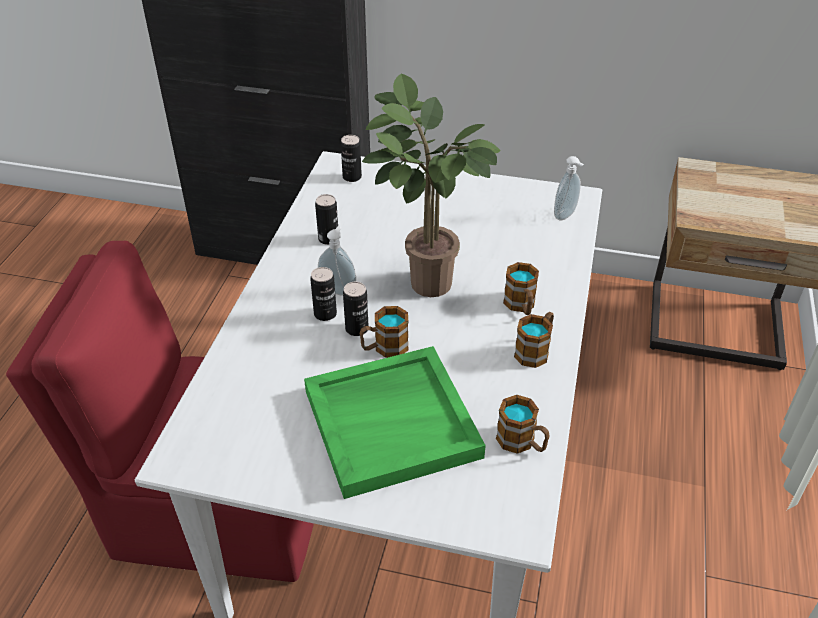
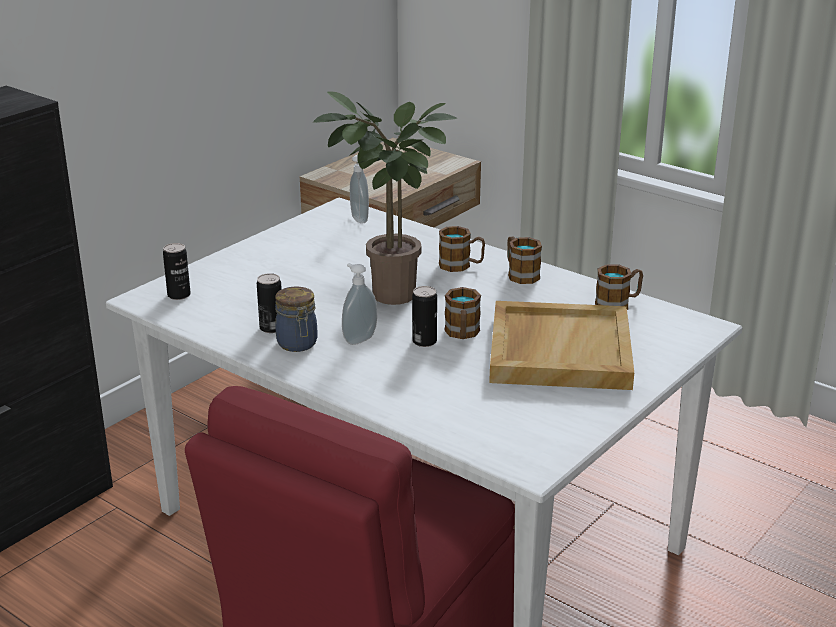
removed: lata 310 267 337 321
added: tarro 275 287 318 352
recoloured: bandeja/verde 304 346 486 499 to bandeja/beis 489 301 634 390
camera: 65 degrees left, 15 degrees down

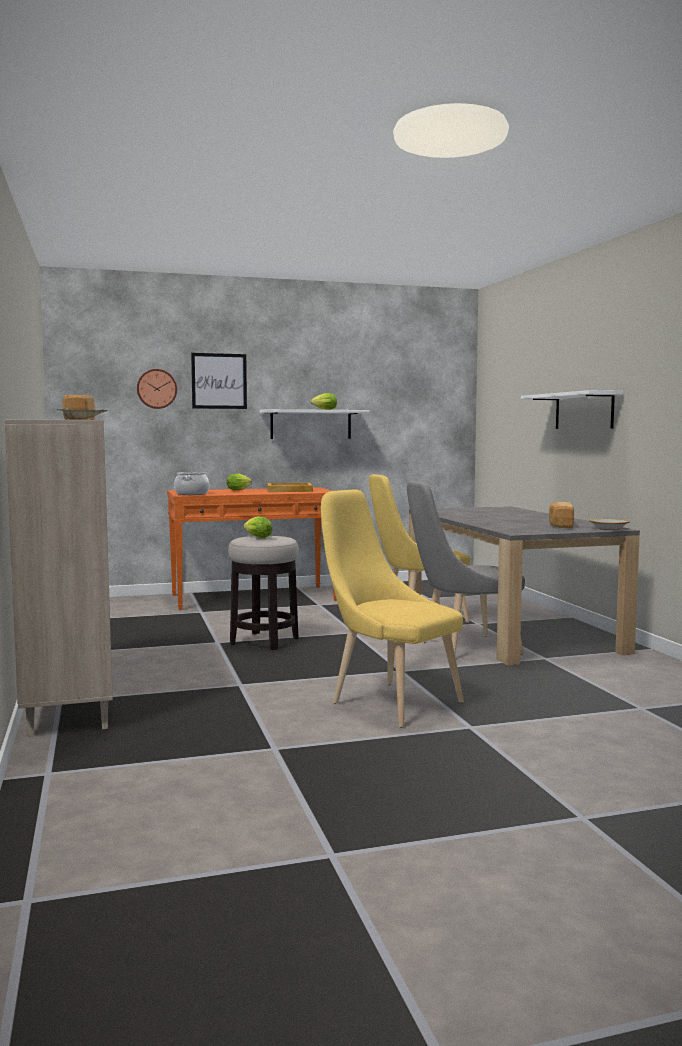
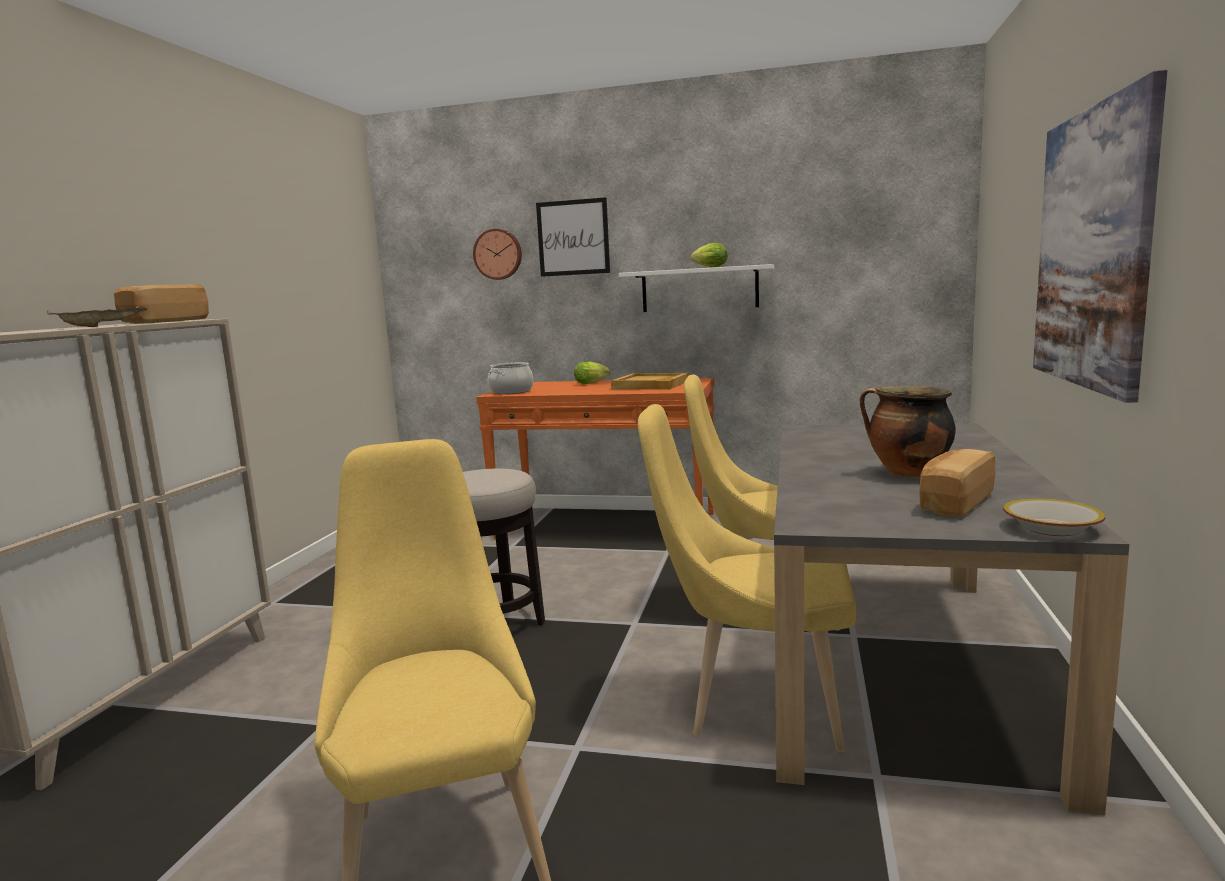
removed: lechuga 244 516 273 538
added: olla 860 386 956 477
replaced: estante/blanco 521 390 623 429 to cuadro 1033 70 1167 403
recoloured: silla/gris 407 481 525 655 to silla/amarillo 638 404 856 752
camera: 30 degrees right, 5 degrees up

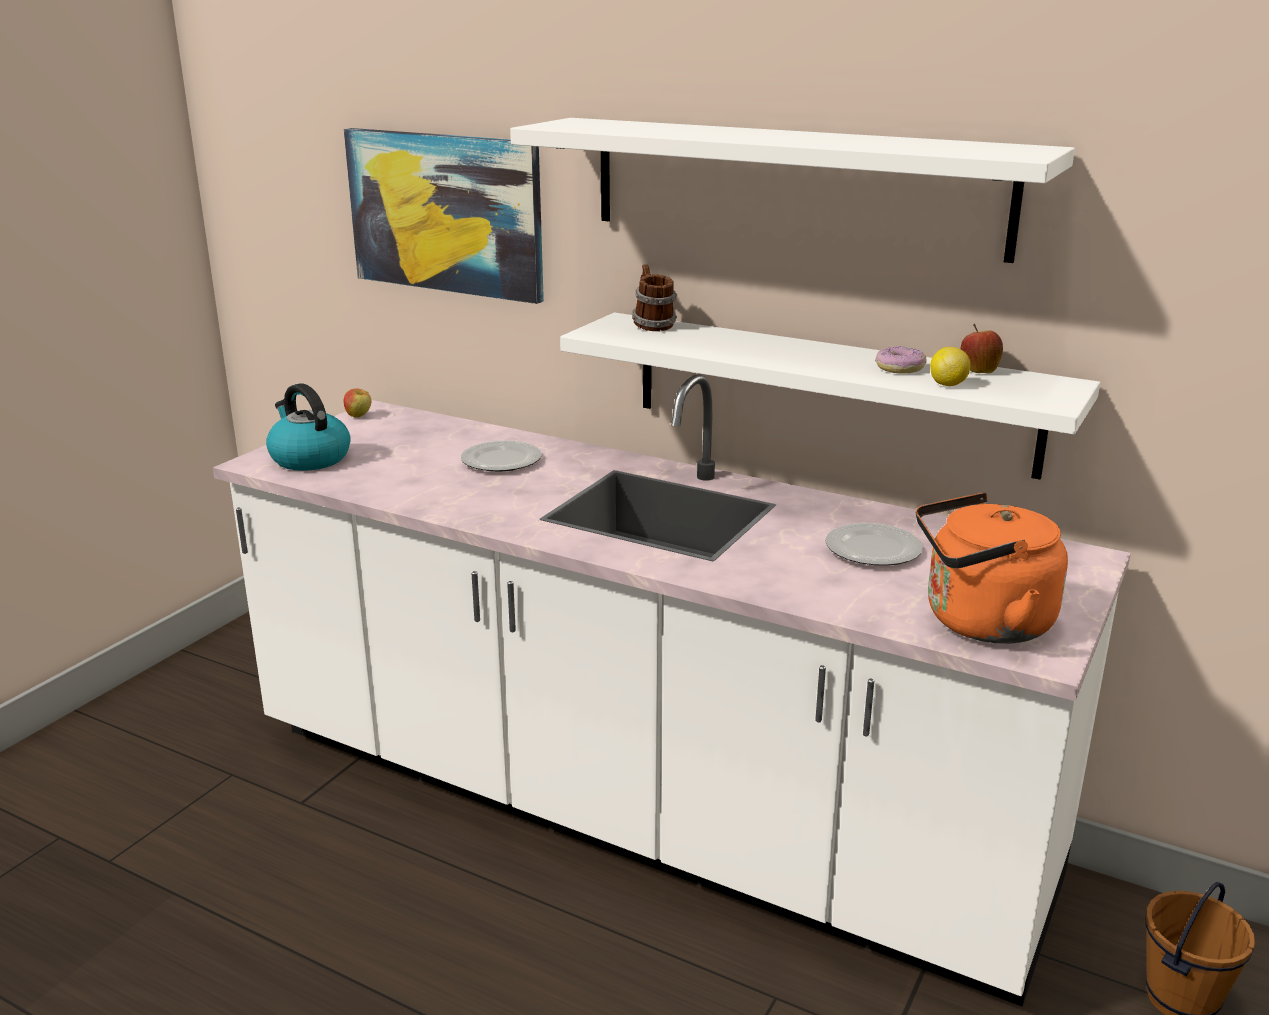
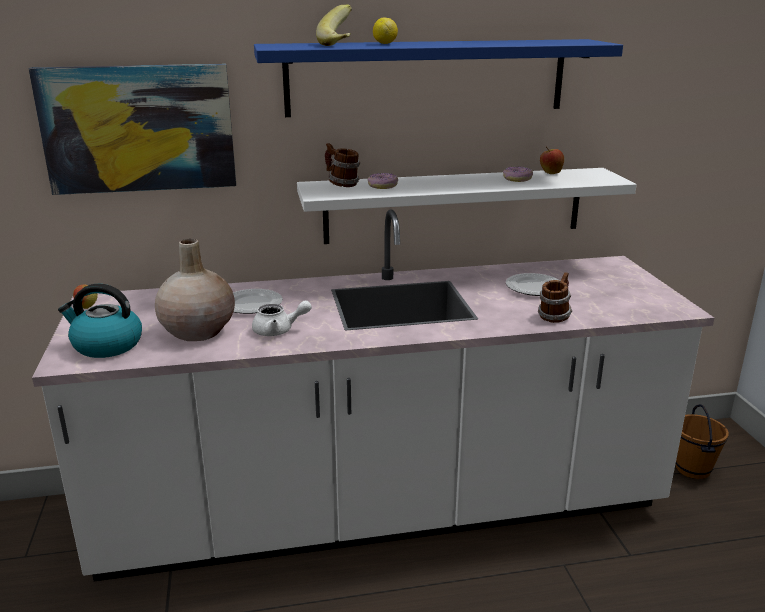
removed: hervidor/naranja 916 492 1068 644
added: florero/beis 155 239 235 341; tetera/blanco 252 300 312 336; plátano 316 4 352 46; rosquilla 367 173 398 189; taza grande 538 272 572 323
moved: limón 930 347 971 386 to 373 18 398 44
recoloured: estante/blanco 510 118 1075 263 to estante/azul 254 39 623 117
camera: 40 degrees left, 0 degrees up

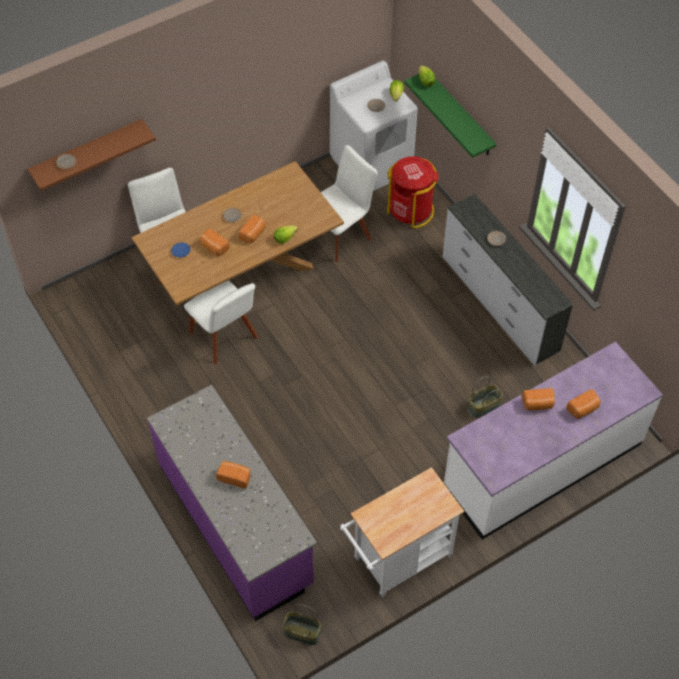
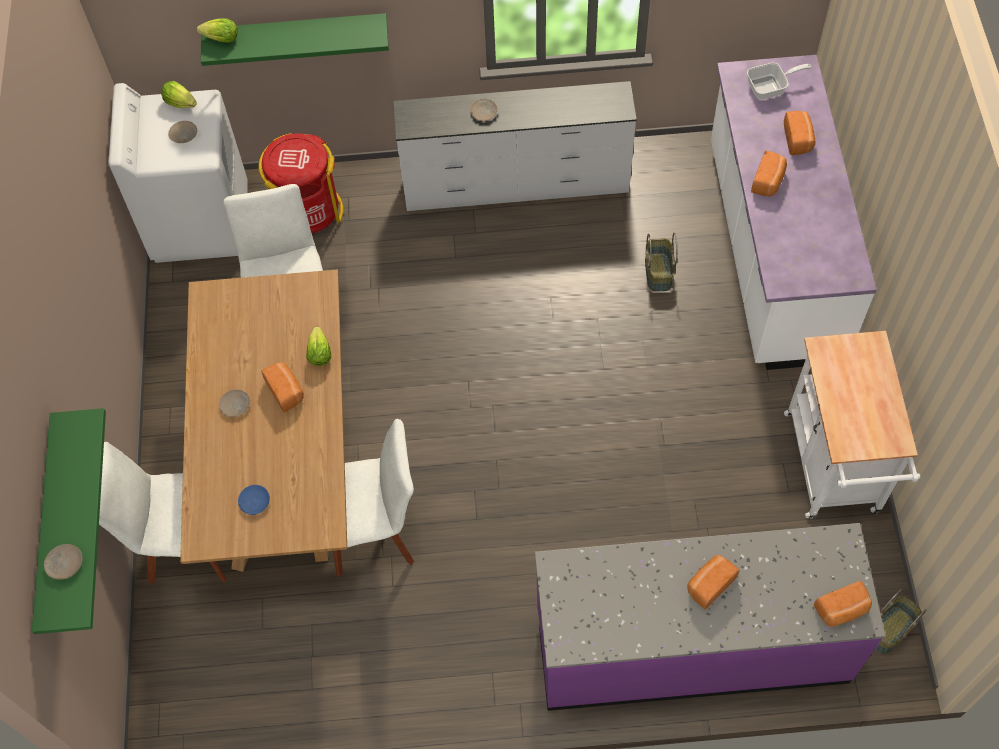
added: sartén 747 63 811 100
moved: pan 200 228 230 256 to 814 581 872 627
recoloured: estante/marrón 28 119 156 191 to estante/verde 32 408 106 634
camera: 60 degrees left, 5 degrees up

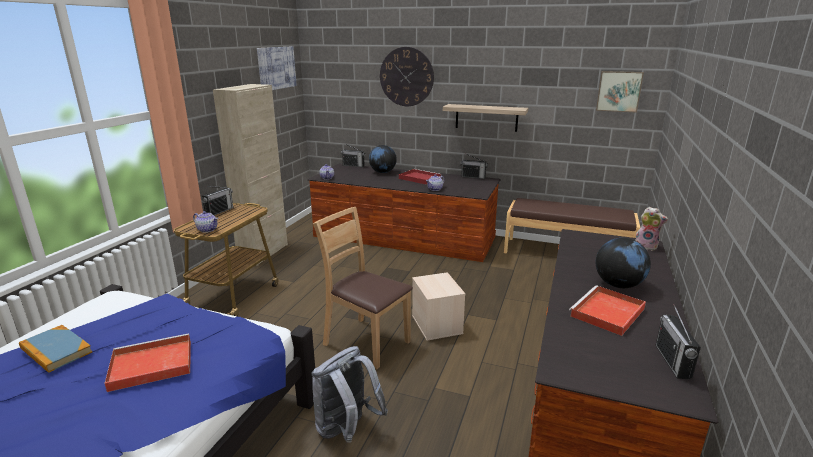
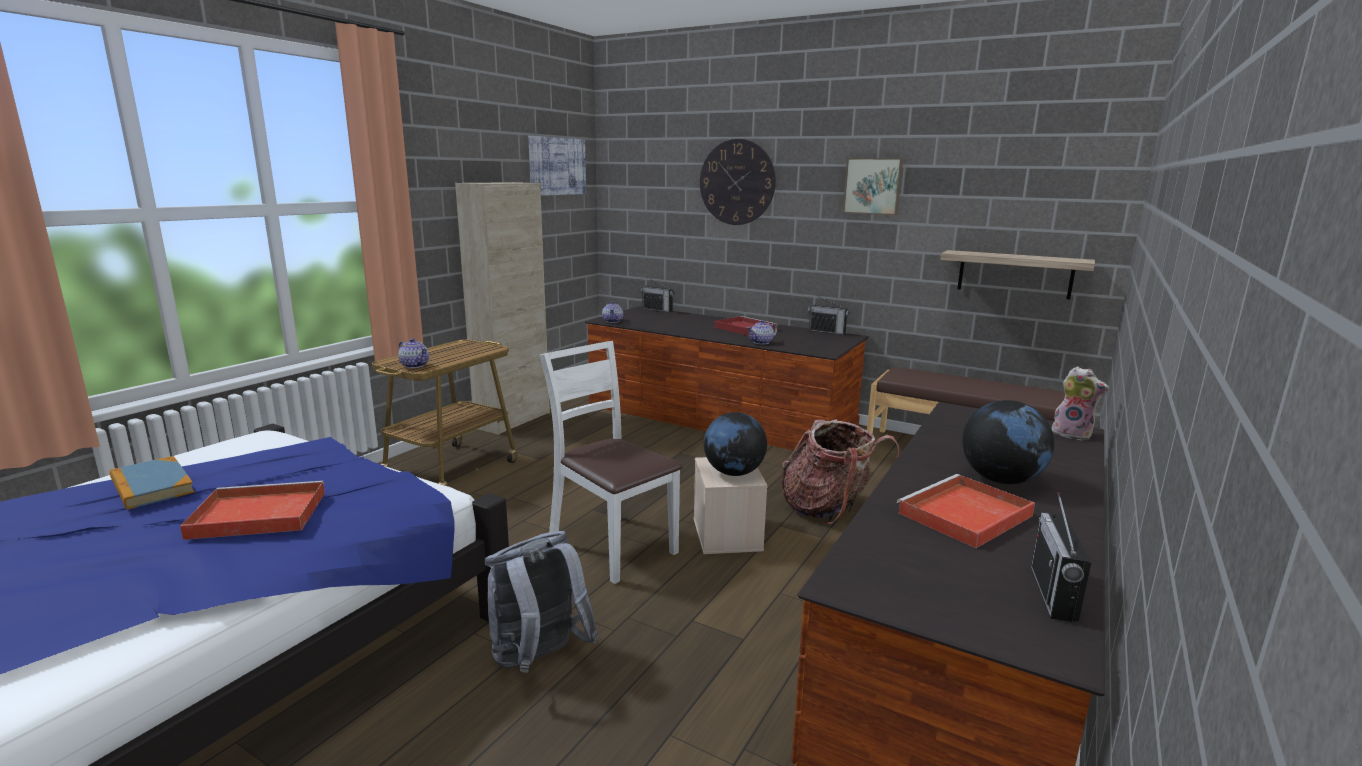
removed: radio 202 186 233 216
added: mochila 781 419 900 525
moved: globo terráqueo 369 145 397 173 to 704 412 767 476; estante 443 104 528 132 to 940 250 1095 299; cuadro 596 71 644 113 to 843 158 903 215
recoloured: silla/marrón 313 207 413 369 to silla/blanco 540 341 683 584
camera: 10 degrees right, 5 degrees down

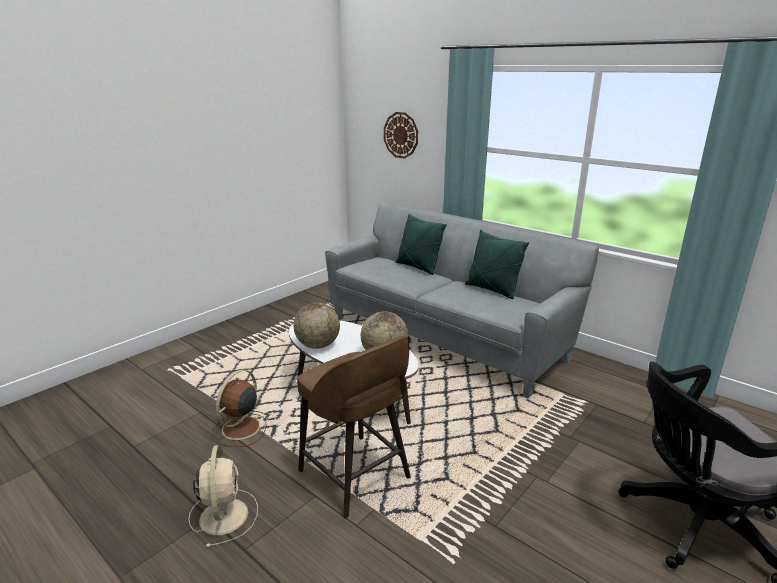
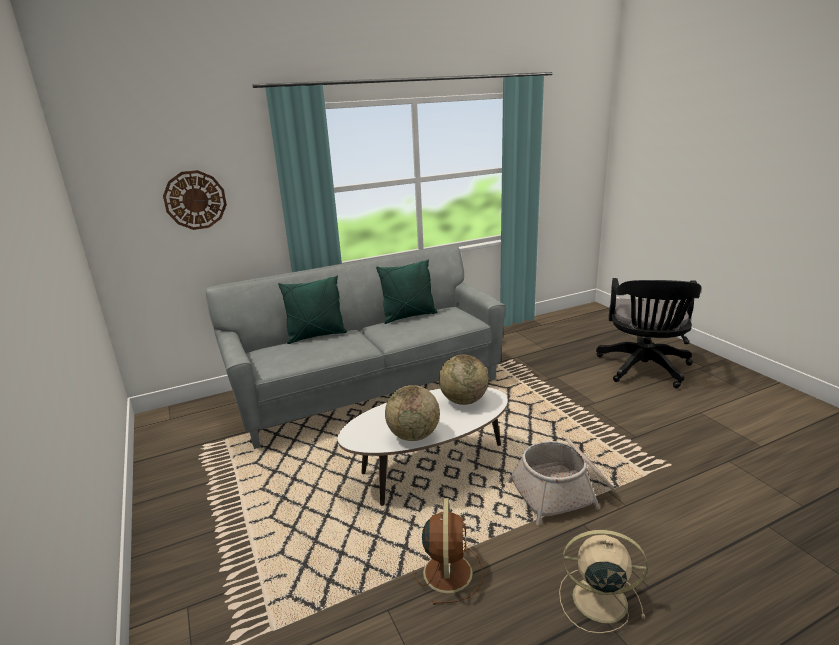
replaced: taburete/marrón 297 335 411 518 to cesta 507 439 615 525
turned: ventilador/marrón 211 370 267 447 = 413 498 482 605 135 degrees counterclockwise
camera: 65 degrees left, 0 degrees up

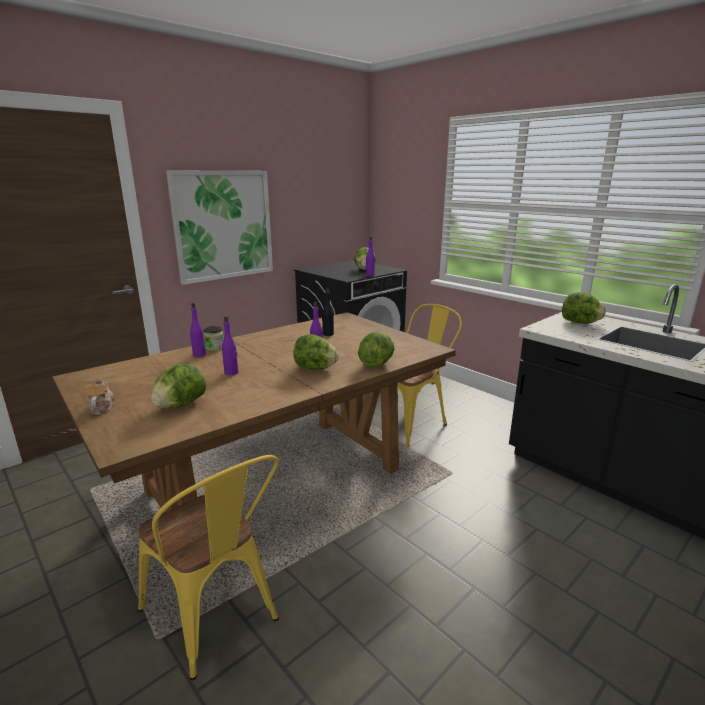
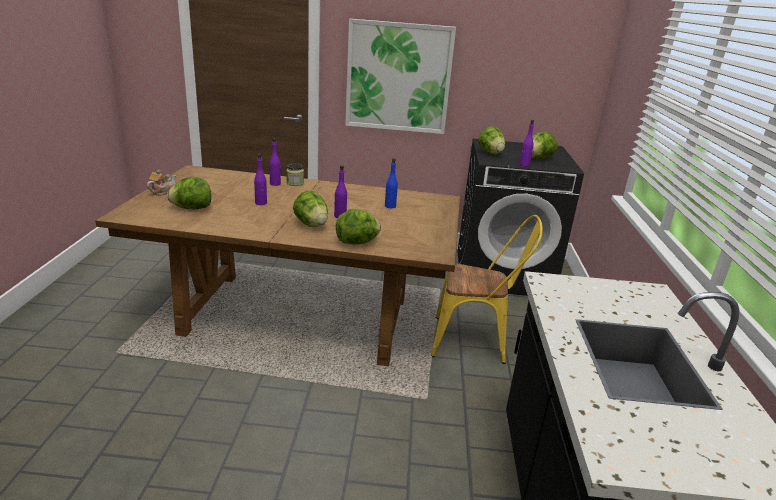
removed: silla/amarillo 138 455 279 680
moved: lechuga 562 292 606 324 to 478 126 505 155
recoloured: botella/negro 322 288 334 336 to botella/azul 385 158 398 208
camera: 45 degrees right, 5 degrees up

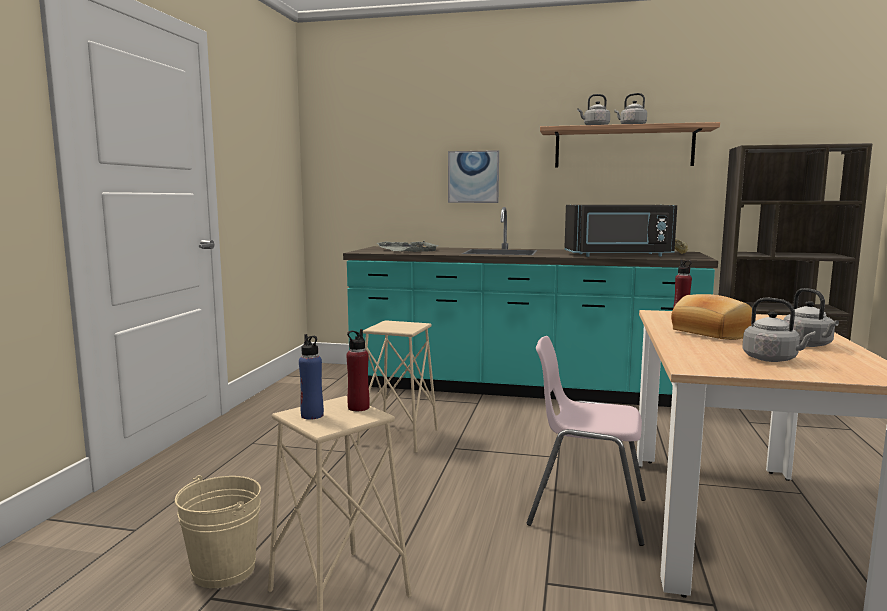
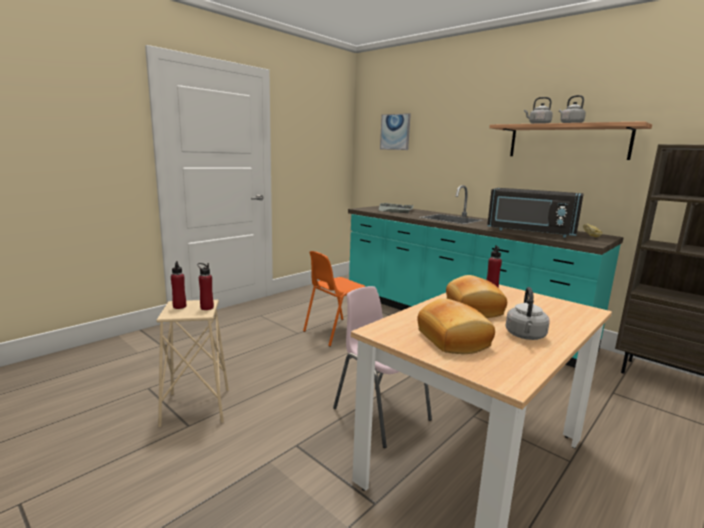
removed: cubo/beis 175 475 261 588
moved: cuadro 448 150 499 203 to 380 113 411 150
replaced: taburete/beis 356 320 438 453 to silla/naranja 303 251 366 347; hervidor/gris 742 298 816 362 to pan 417 298 495 354
recoloured: botella/azul 299 334 324 420 to botella/rojo 171 261 186 309
camera: 30 degrees right, 5 degrees up

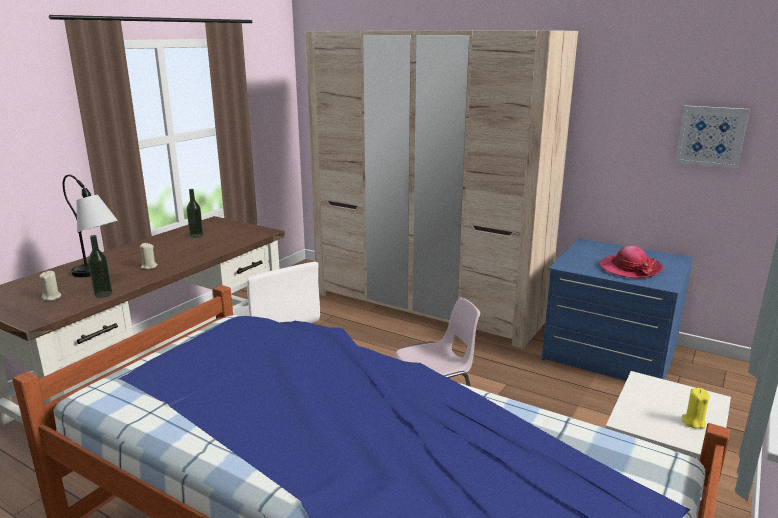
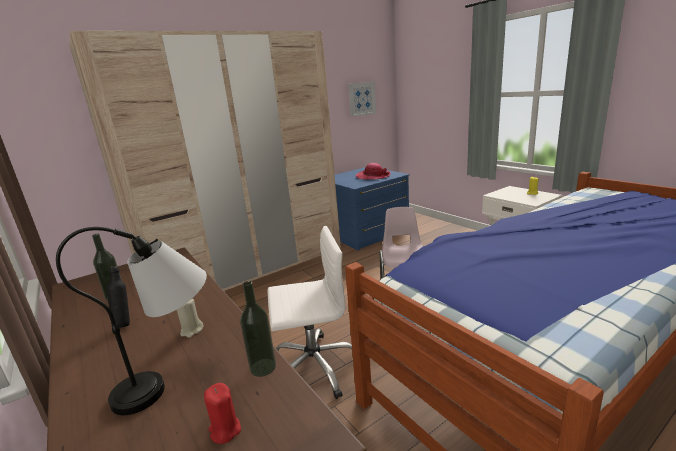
added: botella/negro 107 266 130 328
recoloured: vela/beis 39 271 61 301 to vela/rojo 204 383 241 444
camera: 65 degrees left, 0 degrees up

